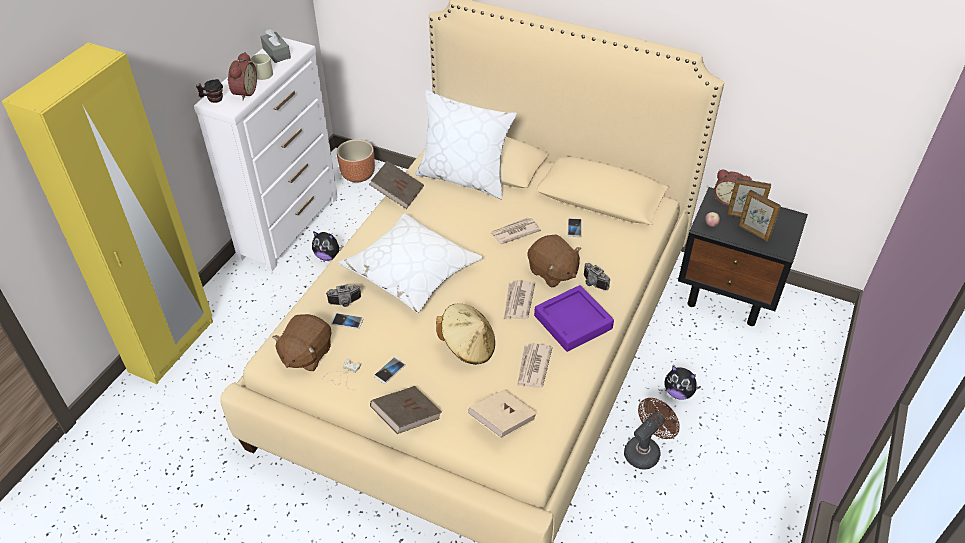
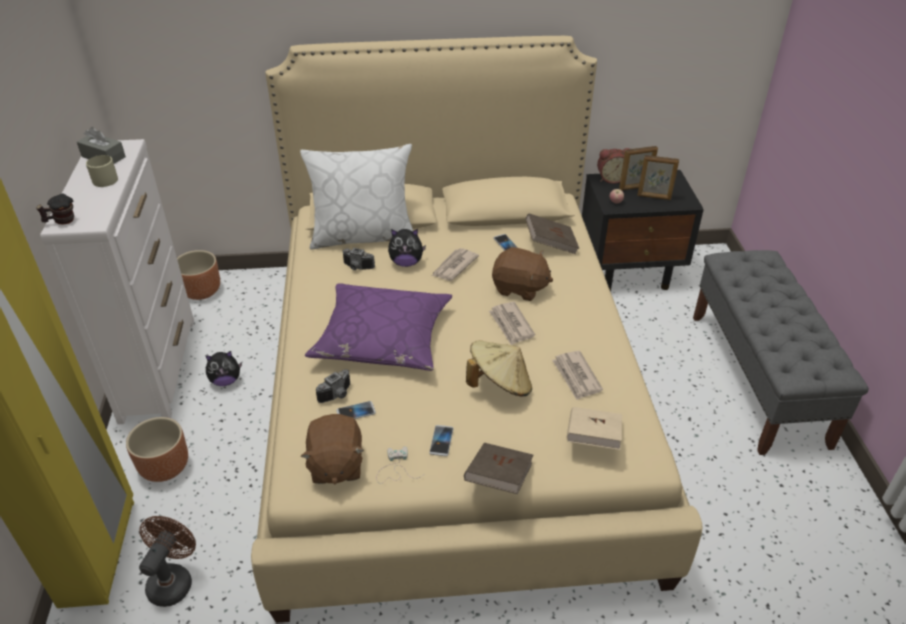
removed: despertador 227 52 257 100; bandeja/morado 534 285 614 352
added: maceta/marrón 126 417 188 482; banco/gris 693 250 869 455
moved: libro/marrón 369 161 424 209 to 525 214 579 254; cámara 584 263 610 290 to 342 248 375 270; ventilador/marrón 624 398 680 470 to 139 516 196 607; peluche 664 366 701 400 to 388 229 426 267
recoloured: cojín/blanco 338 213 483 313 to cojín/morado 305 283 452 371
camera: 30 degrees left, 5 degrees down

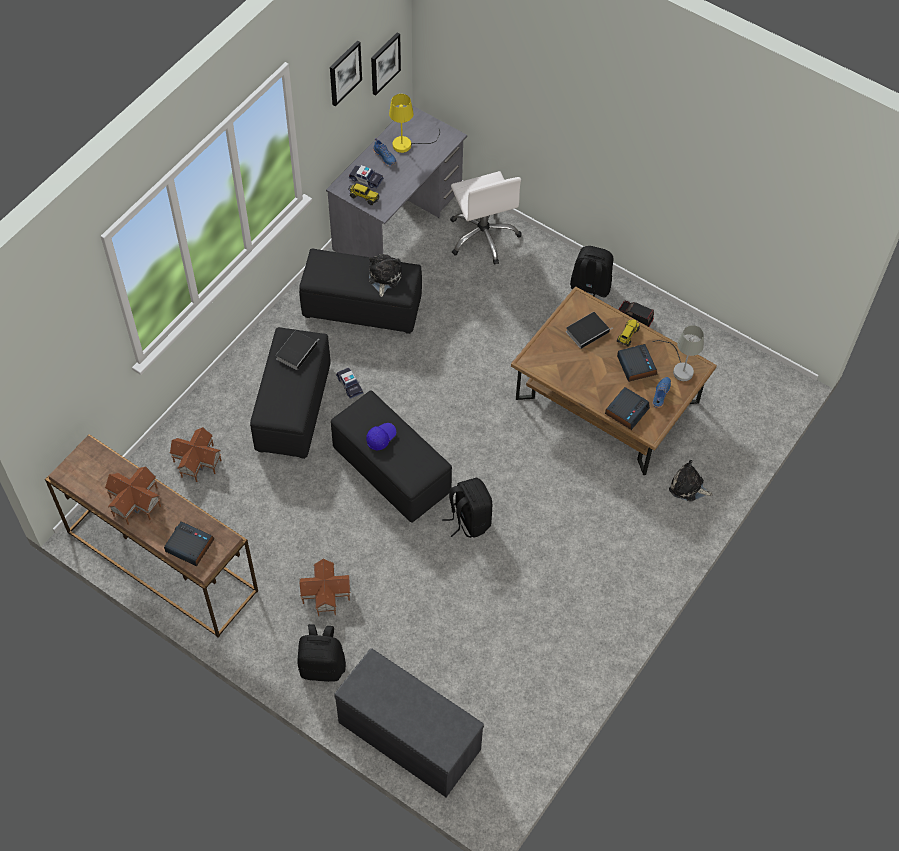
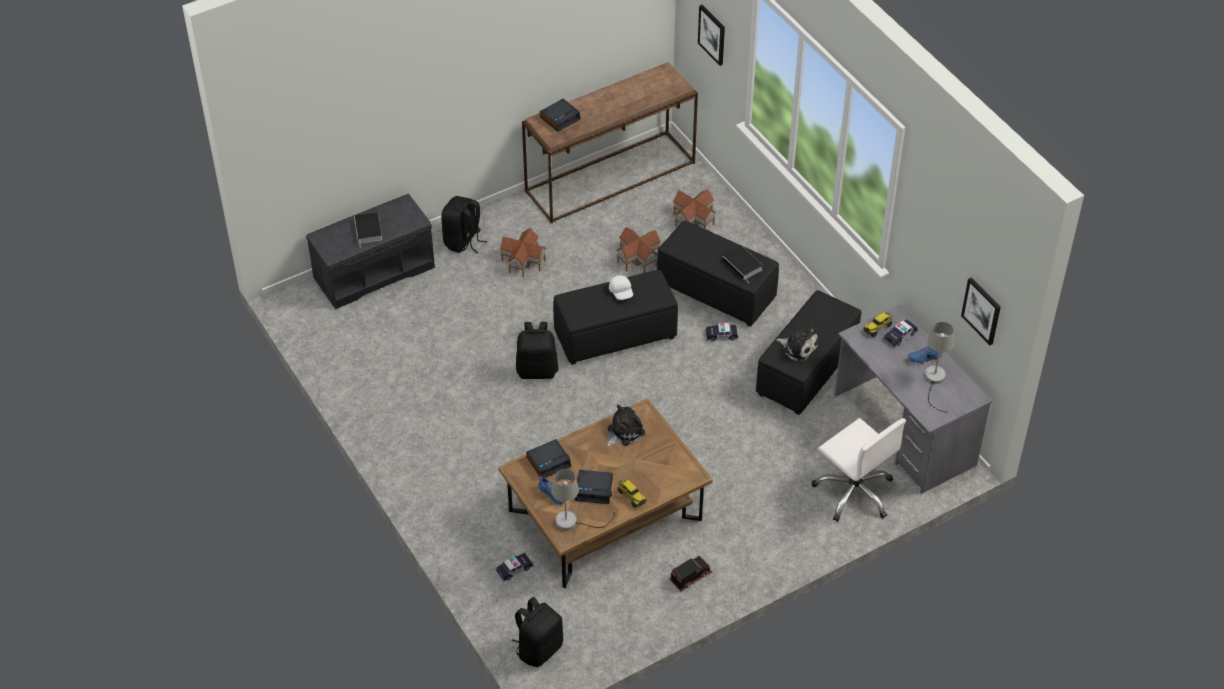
added: coche de juguete 496 553 533 581
moved: casita 105 466 161 525 to 616 227 661 273; cuadro 330 41 362 107 to 698 5 725 66; libro 566 312 613 349 to 354 212 382 248; mochila/negro 570 246 613 298 to 512 597 563 667; peluche 669 460 713 502 to 606 405 645 447
recoloured: gorra/azul 366 423 396 450 to gorra/blanco 609 275 633 300; lámpara de mesa/amarillo 389 94 440 153 to lámpara de mesa/gris 925 322 954 412
turned: silla de oficina/blanco 450 171 522 265 = 811 418 906 522 135 degrees counterclockwise; despertador 605 387 650 430 = 526 439 571 478 90 degrees counterclockwise
camera: 115 degrees right, 10 degrees down

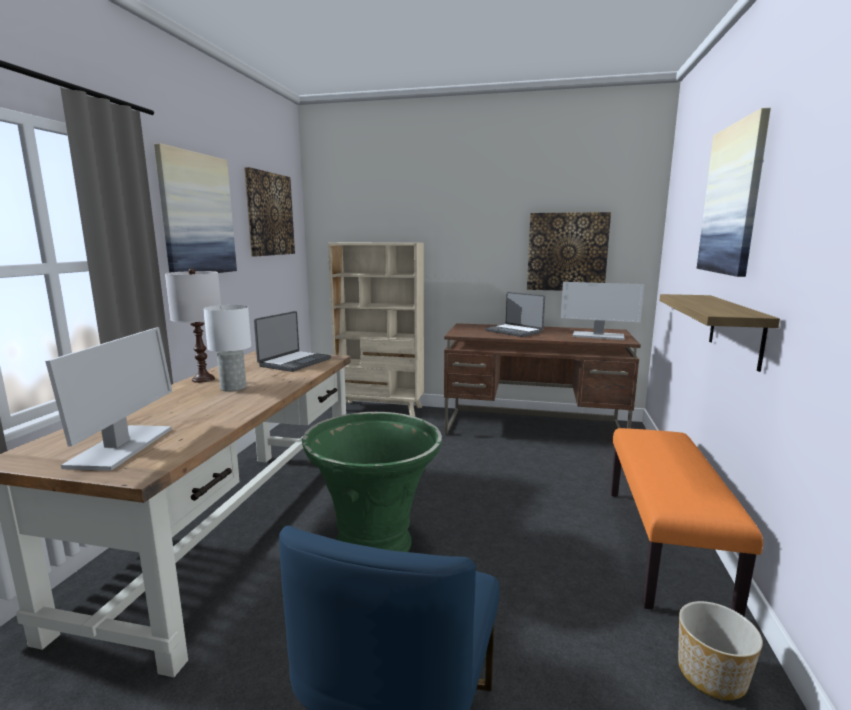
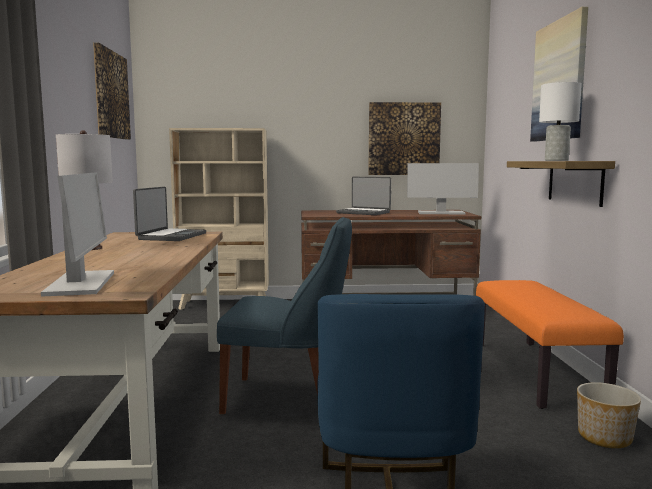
removed: cuadro 154 143 237 273
moved: lámpara de mesa/blanco 203 305 251 392 to 539 82 582 161
replaced: maceta/verde 302 412 442 552 to silla/azul 217 217 352 414
camera: 15 degrees left, 5 degrees down

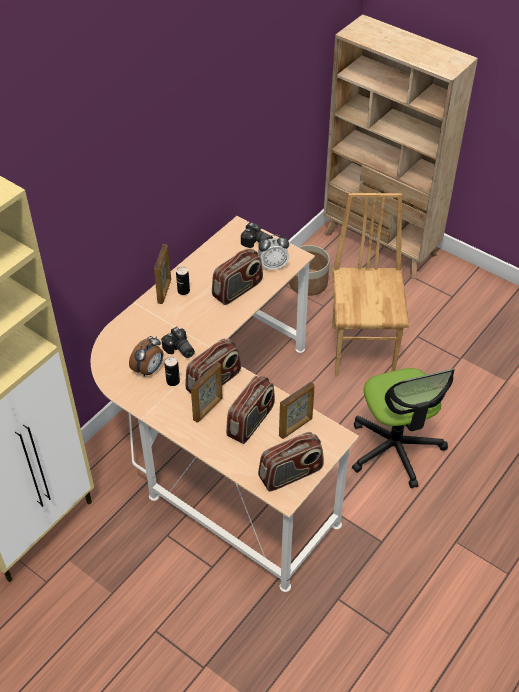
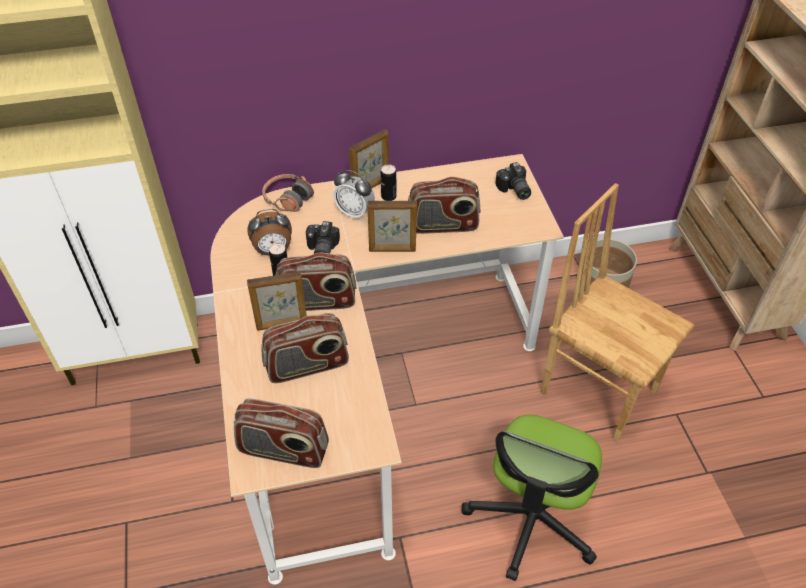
added: auriculares 262 174 314 212
moved: despertador 258 235 289 270 to 333 170 375 220; portarretratos 279 382 315 439 to 367 201 417 252
turned: silla/marrón 332 193 409 376 = 541 183 694 442 90 degrees counterclockwise
camera: 40 degrees right, 0 degrees up

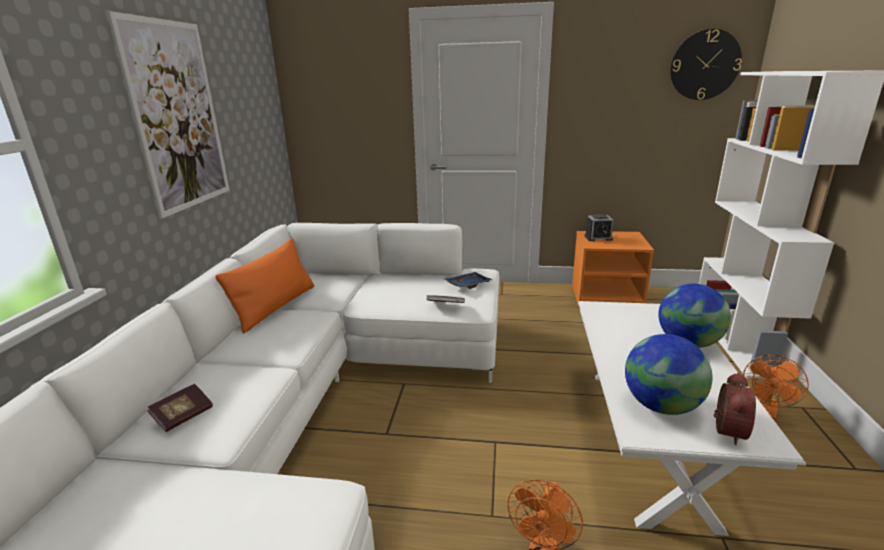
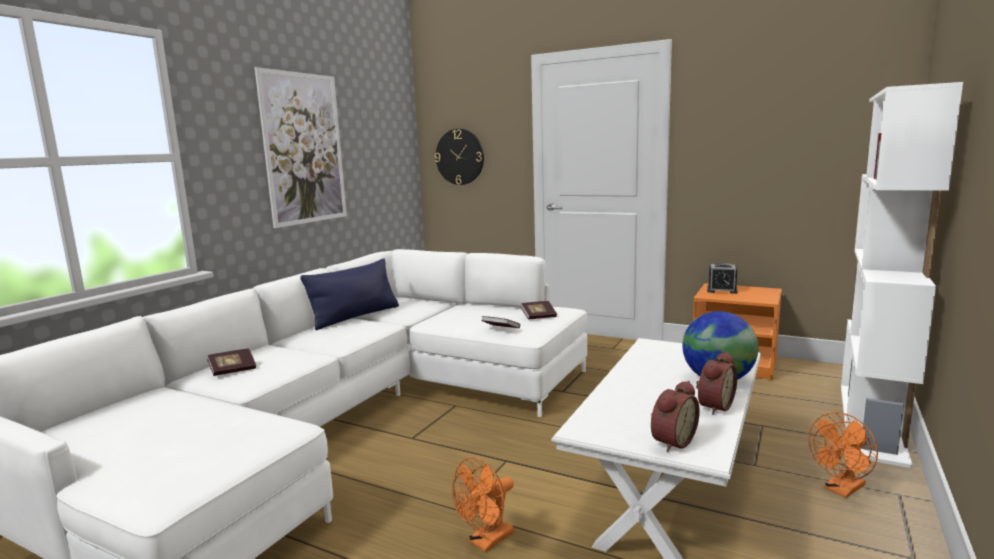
removed: globo terráqueo 625 334 712 415
added: despertador 696 352 737 415
moved: reloj de pared 670 29 742 100 to 435 129 484 185
replaced: bandeja/azul 443 272 493 289 to libro 520 301 557 320
recoloured: cojín/naranja 215 238 314 333 to cojín/azul 300 258 399 330
camera: 20 degrees right, 10 degrees down

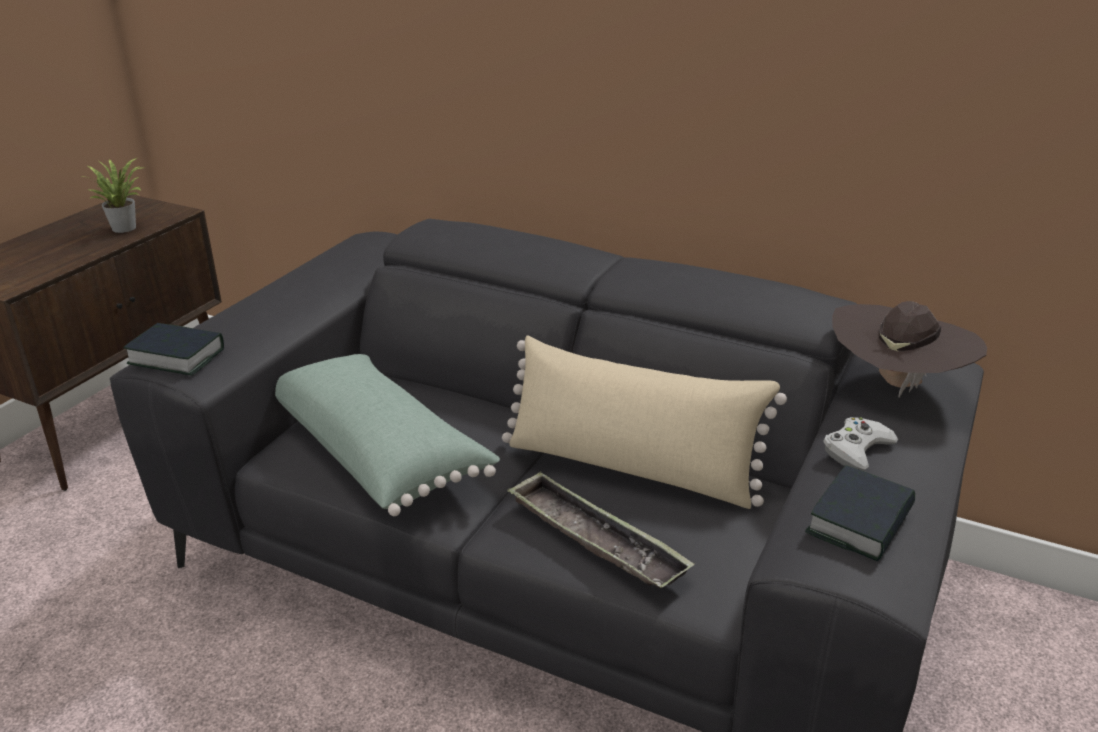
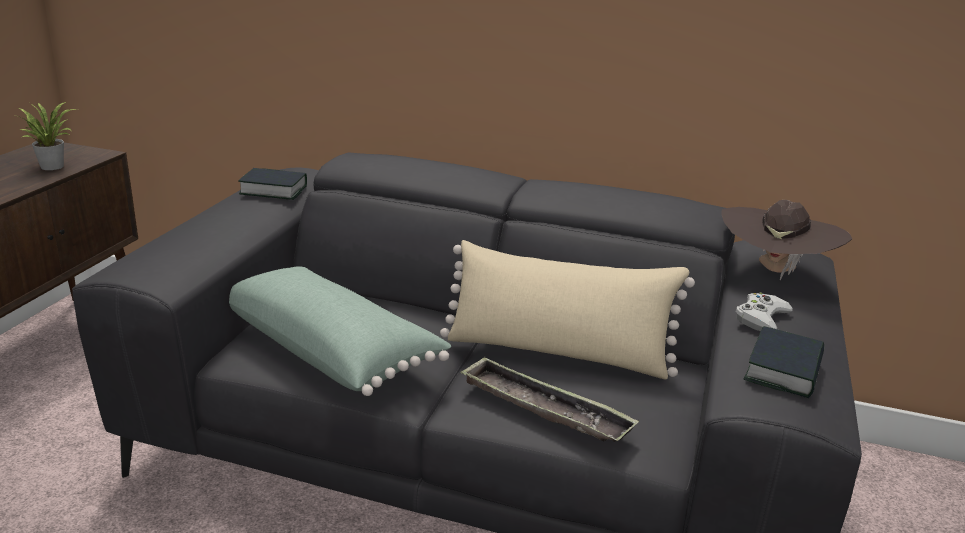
moved: libro 123 323 224 376 to 238 168 307 200
camera: 10 degrees left, 5 degrees down

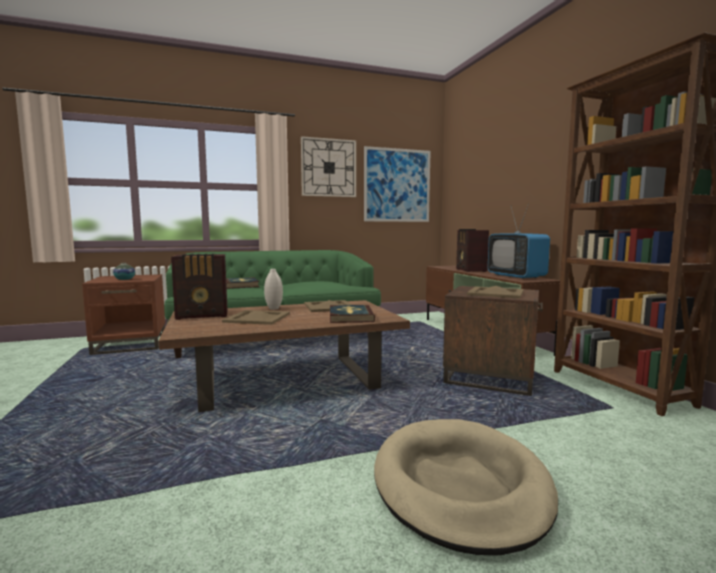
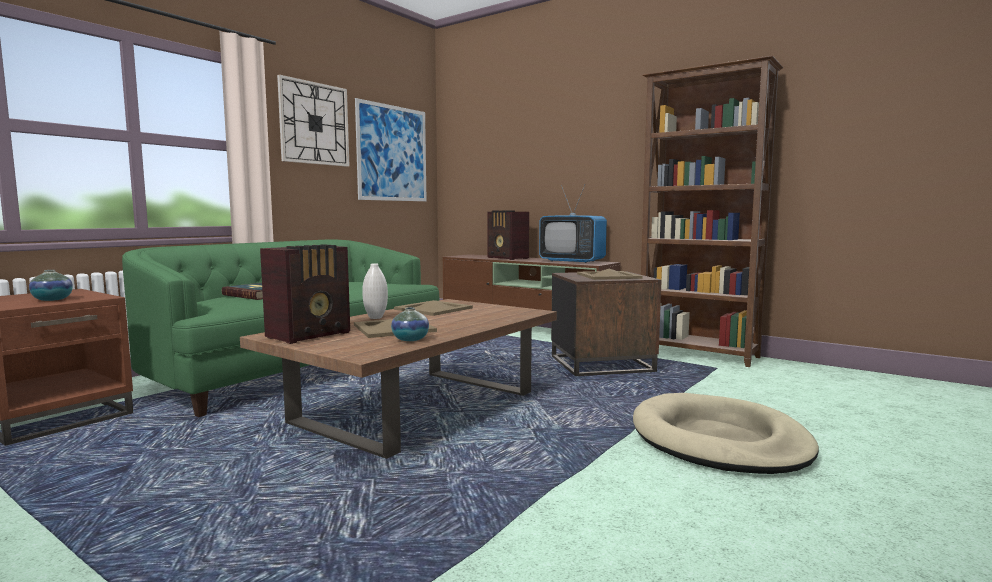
removed: libro 330 305 375 323
added: florero 391 307 429 341
camera: 35 degrees left, 0 degrees up

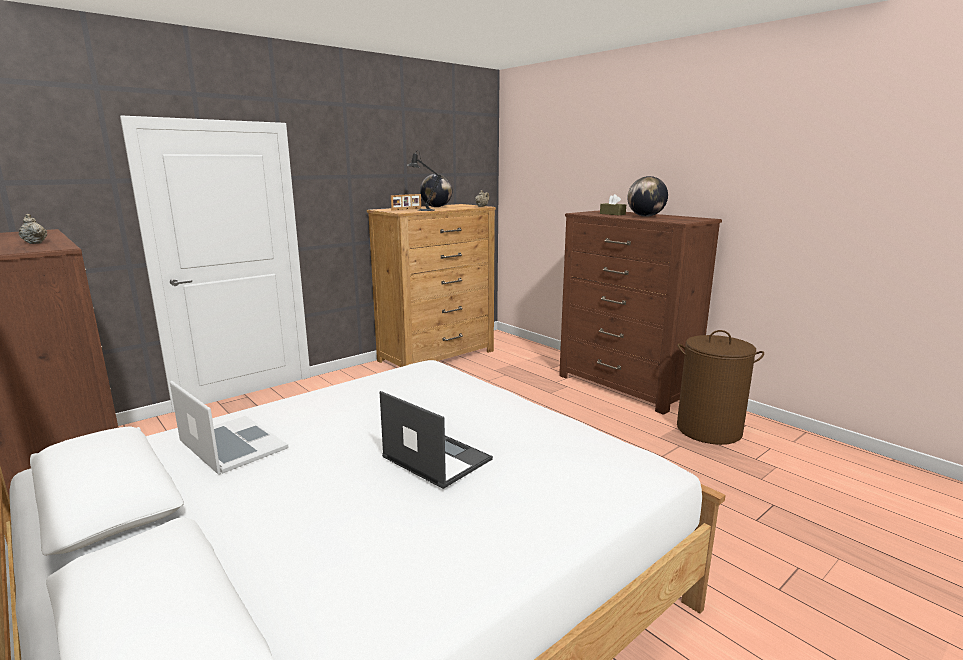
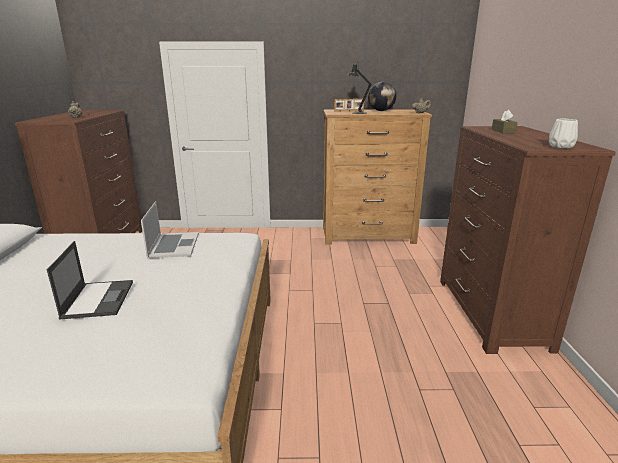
removed: globo terráqueo 627 176 668 217; cesto de la ropa/marrón 677 330 764 445
added: florero/blanco 549 119 578 148
moved: portátil 170 381 289 475 to 141 201 199 258
camera: 40 degrees right, 5 degrees up

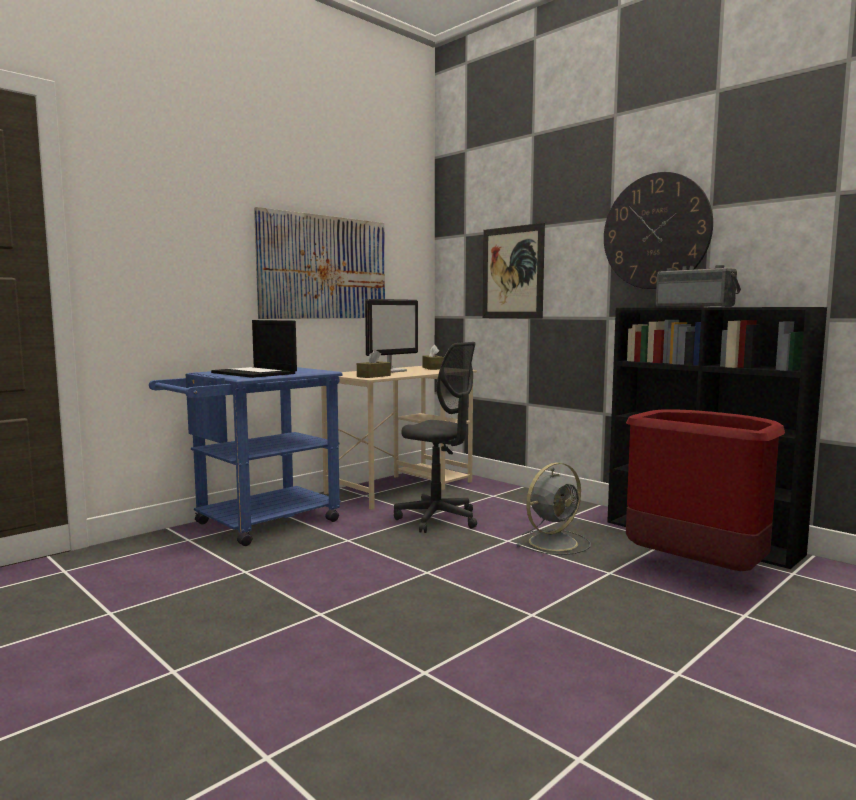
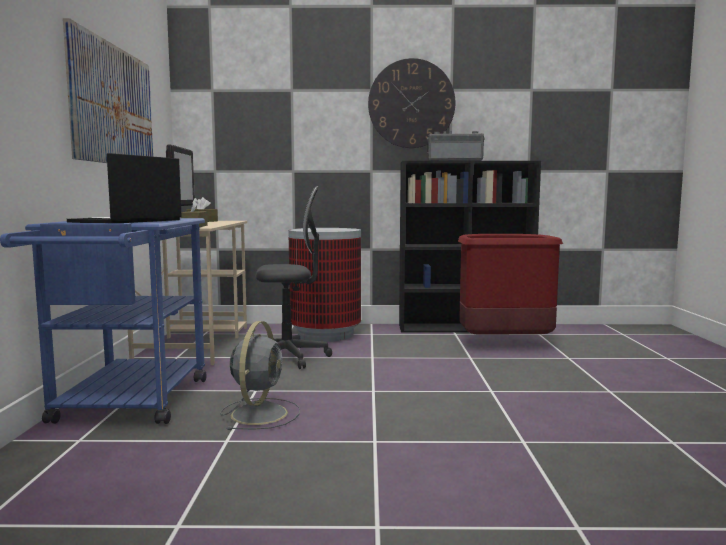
removed: cuadro 482 223 545 319
added: papelera 289 228 361 342
moved: ventilador/gris 516 462 591 555 to 220 321 300 430
turned: portátil 211 320 297 378 = 67 153 182 223 120 degrees clockwise
camera: 45 degrees left, 0 degrees up

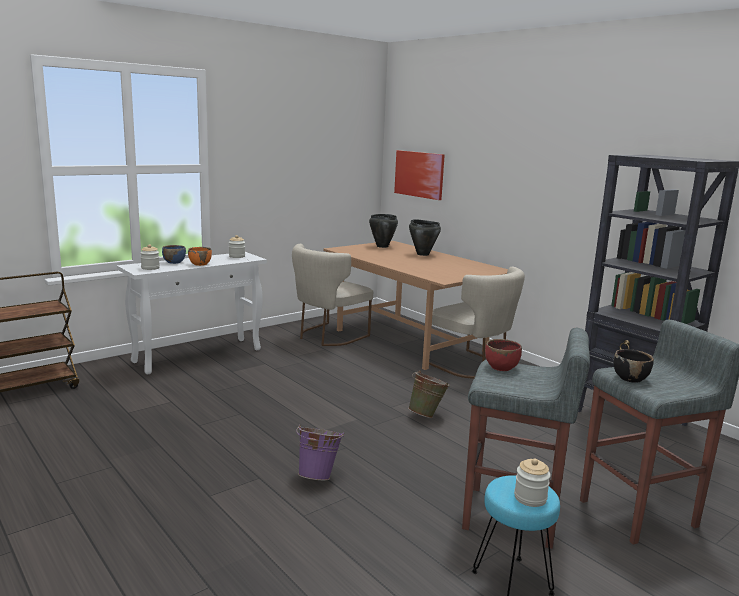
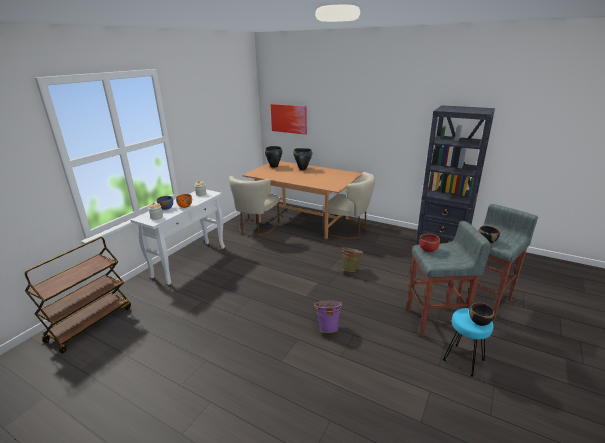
replaced: tarro 514 458 551 507 to cuenco/negro 469 303 494 326
camera: 20 degrees left, 10 degrees up

